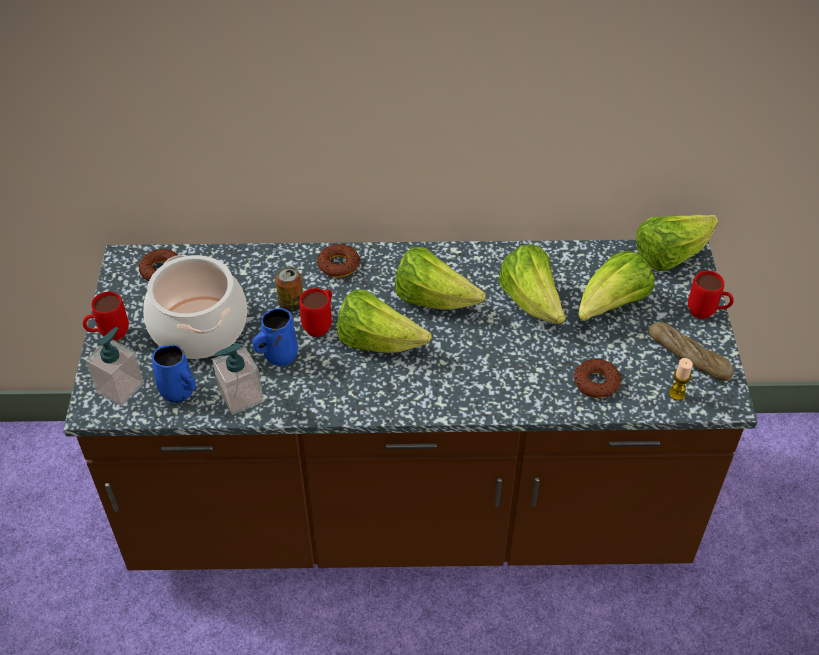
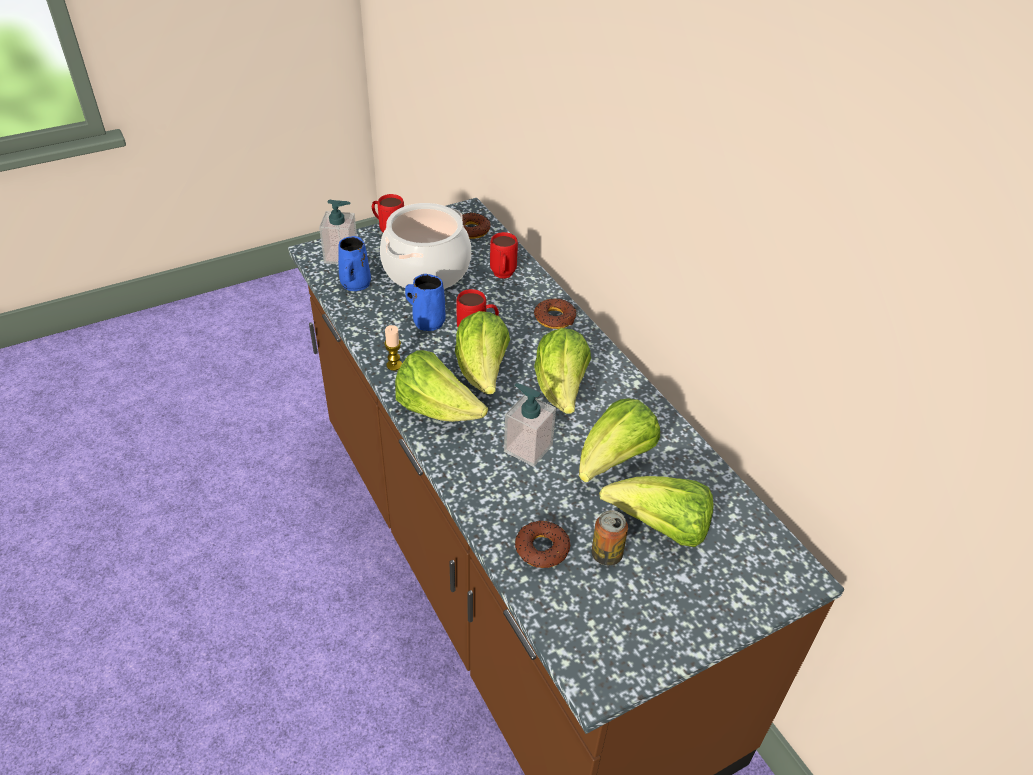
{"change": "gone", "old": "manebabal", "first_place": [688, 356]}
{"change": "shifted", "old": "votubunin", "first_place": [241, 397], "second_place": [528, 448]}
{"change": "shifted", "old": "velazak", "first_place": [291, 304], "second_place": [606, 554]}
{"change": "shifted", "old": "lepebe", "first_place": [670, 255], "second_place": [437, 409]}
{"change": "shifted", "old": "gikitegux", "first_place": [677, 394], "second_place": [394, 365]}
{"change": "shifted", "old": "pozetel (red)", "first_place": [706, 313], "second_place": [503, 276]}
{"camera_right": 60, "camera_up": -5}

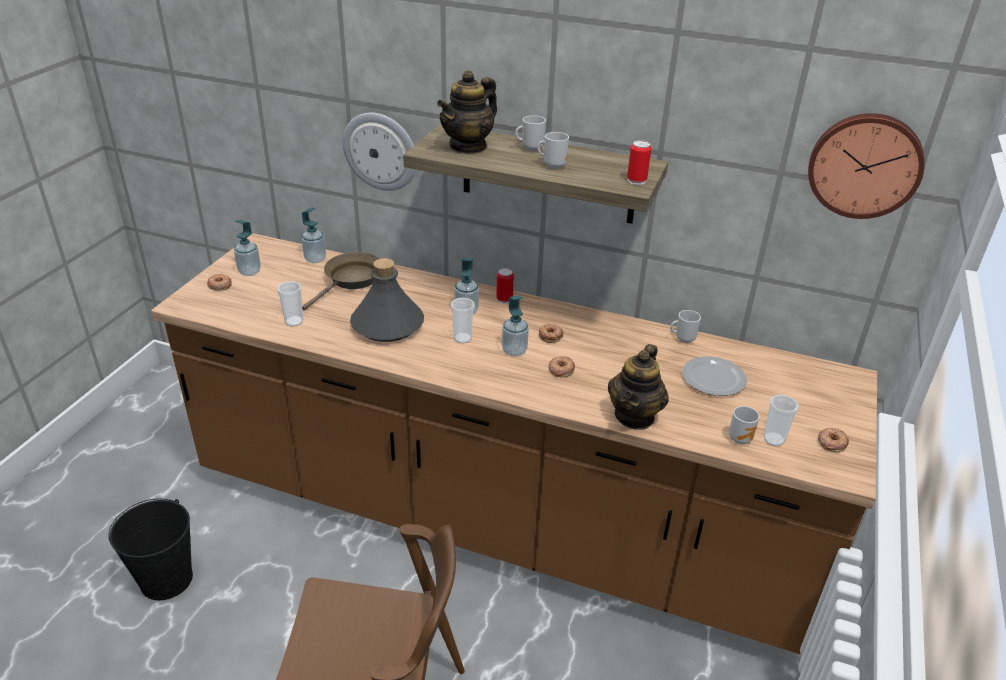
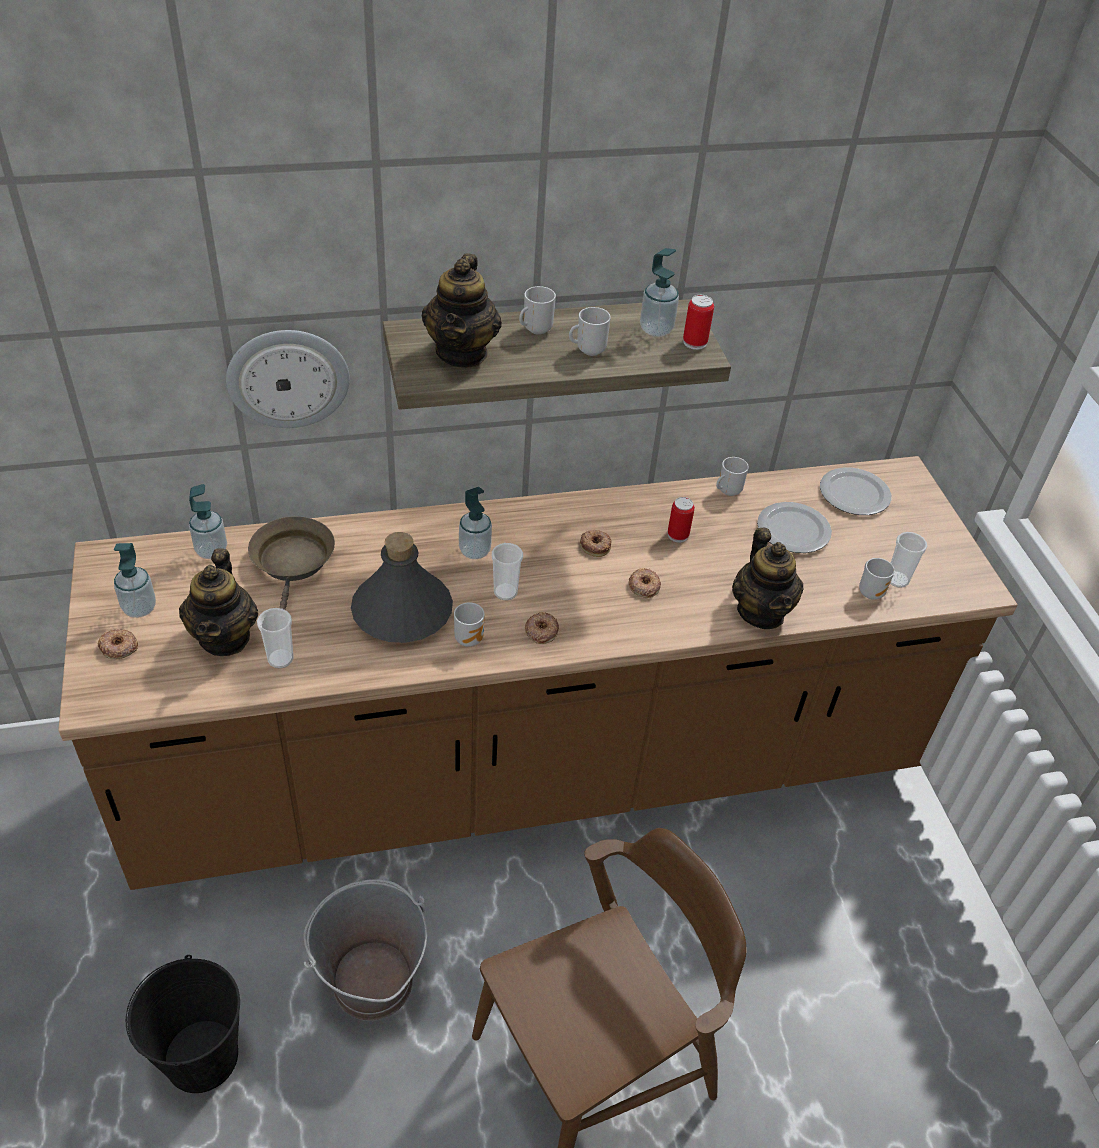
{"change": "gone", "old": "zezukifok", "first_place": [865, 165]}
{"change": "new", "new": "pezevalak", "second_place": [225, 637]}
{"change": "new", "new": "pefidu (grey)", "second_place": [371, 982]}
{"change": "new", "new": "pozetel", "second_place": [470, 638]}
{"change": "new", "new": "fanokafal", "second_place": [855, 493]}
{"change": "shifted", "old": "velazak", "first_place": [504, 299], "second_place": [678, 535]}
{"change": "shifted", "old": "votubunin", "first_place": [514, 351], "second_place": [656, 329]}
{"change": "shifted", "old": "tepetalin", "first_place": [832, 442], "second_place": [541, 631]}
{"camera_right": -35, "camera_up": 10}

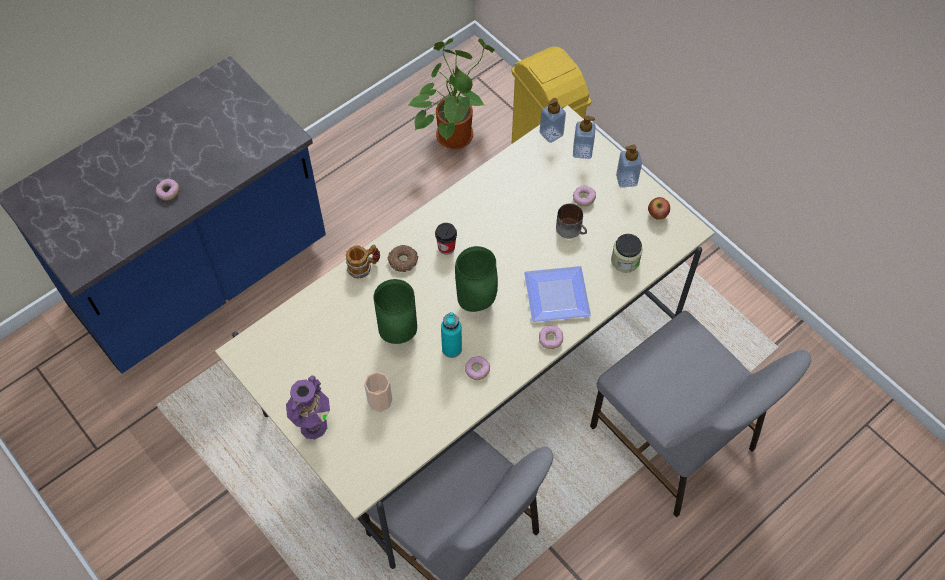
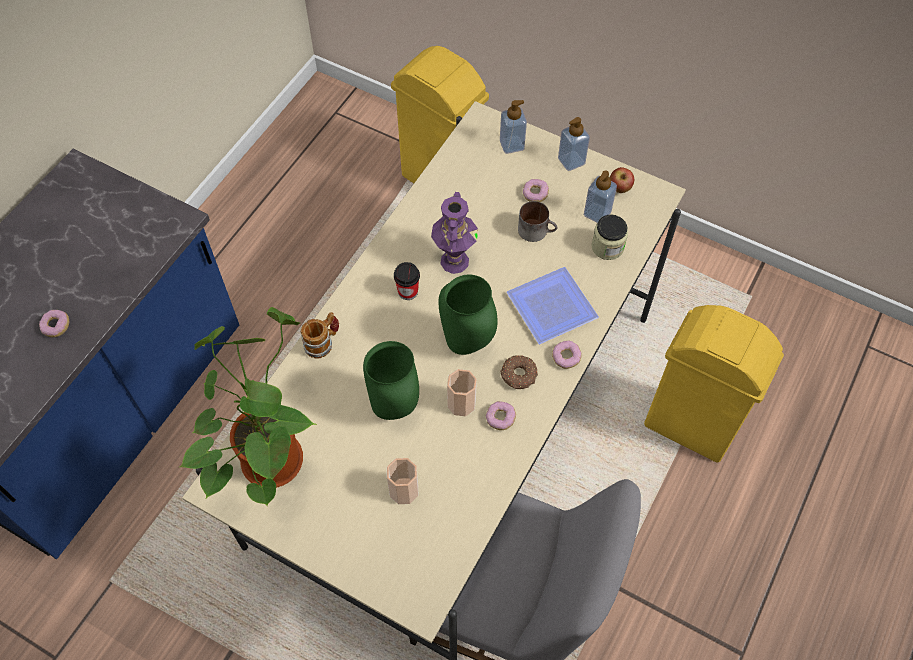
{"change": "shifted", "old": "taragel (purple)", "first_place": [313, 425], "second_place": [454, 261]}
{"change": "shifted", "old": "tepetalin", "first_place": [402, 261], "second_place": [518, 375]}
{"change": "shifted", "old": "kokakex", "first_place": [453, 133], "second_place": [268, 455]}
{"change": "shifted", "old": "votubunin", "first_place": [551, 134], "second_place": [597, 213]}
{"change": "swapped", "old": "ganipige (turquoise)", "new": "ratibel", "first_place": [451, 349], "second_place": [461, 403]}
{"change": "swapped", "old": "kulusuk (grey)", "new": "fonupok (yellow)", "first_place": [673, 441], "second_place": [691, 426]}
{"camera_right": -20, "camera_up": 0}

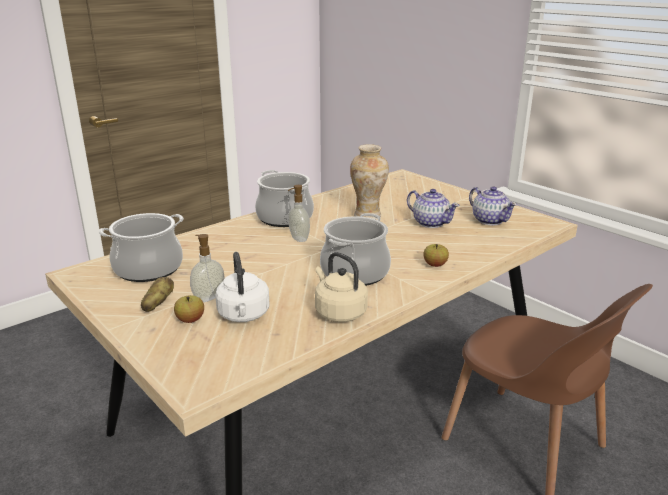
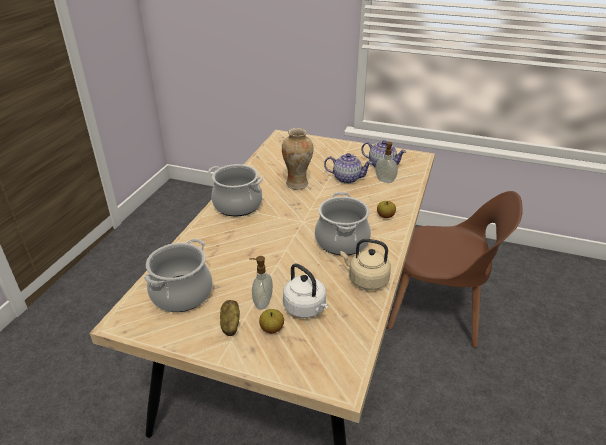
{"change": "shifted", "old": "votubunin", "first_place": [298, 239], "second_place": [385, 181]}
{"camera_right": -30, "camera_up": 10}

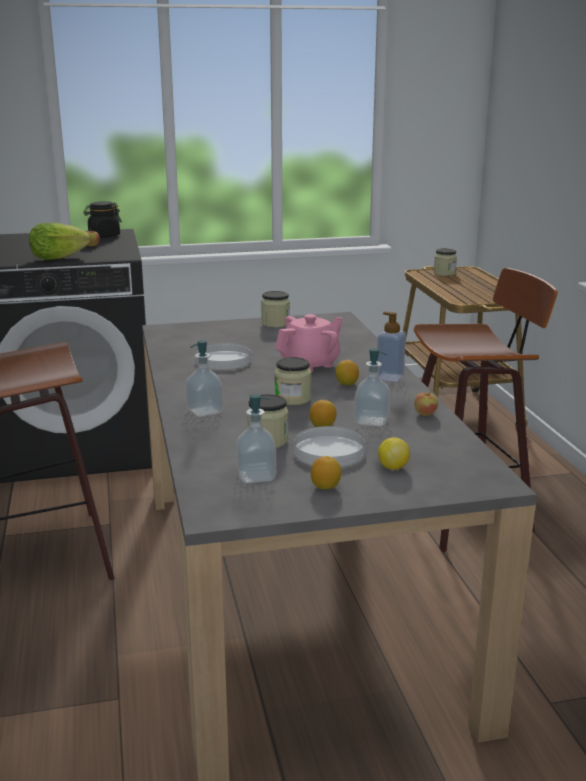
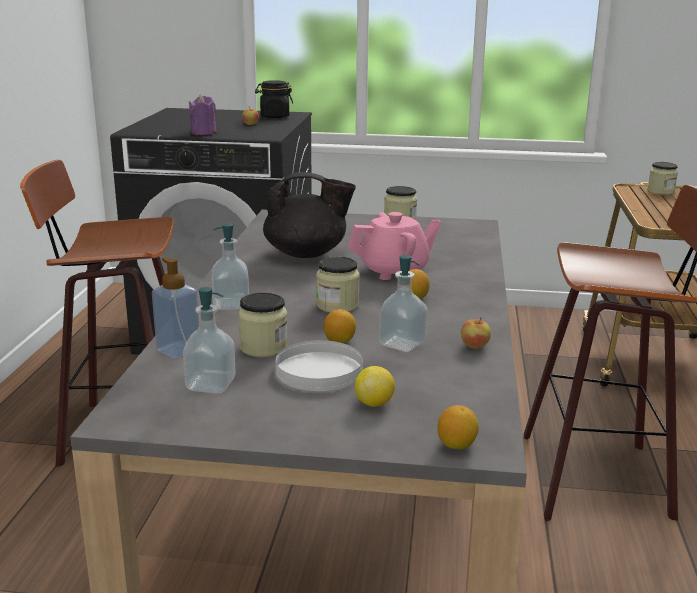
{"change": "shifted", "old": "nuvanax", "first_place": [325, 487], "second_place": [456, 445]}
{"change": "shifted", "old": "votubunin", "first_place": [389, 377], "second_place": [178, 350]}
{"change": "swapped", "old": "lepebe", "new": "gikitegux (purple)", "first_place": [57, 258], "second_place": [203, 133]}
{"change": "swapped", "old": "fanokafal (white)", "new": "pezevalak (black)", "first_place": [224, 360], "second_place": [307, 254]}
{"camera_right": 20, "camera_up": 0}

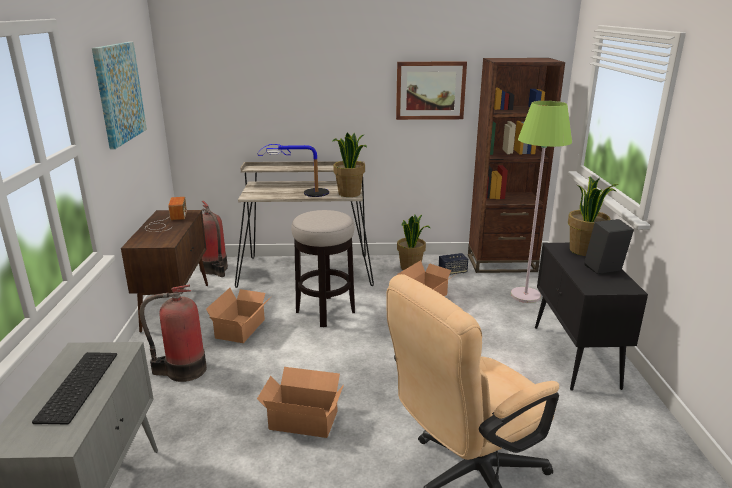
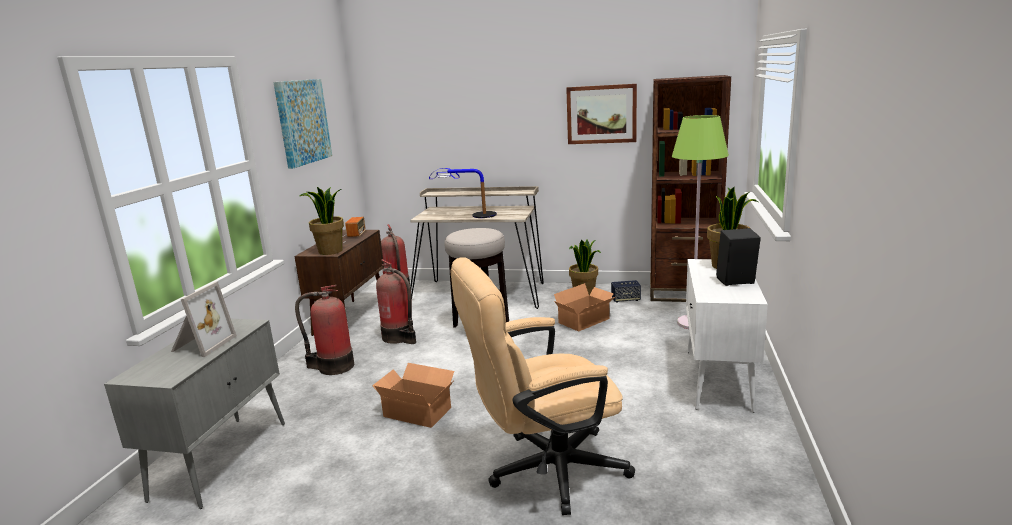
{"change": "shifted", "old": "kokakex", "first_place": [349, 194], "second_place": [330, 251]}
{"change": "swapped", "old": "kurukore", "new": "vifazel", "first_place": [77, 385], "second_place": [201, 345]}
{"change": "swapped", "old": "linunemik", "new": "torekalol", "first_place": [243, 328], "second_place": [399, 337]}
{"change": "repainted", "old": "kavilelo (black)", "new": "kavilelo (white)", "first_place": [575, 356], "second_place": [718, 380]}
{"camera_right": 15, "camera_up": -5}

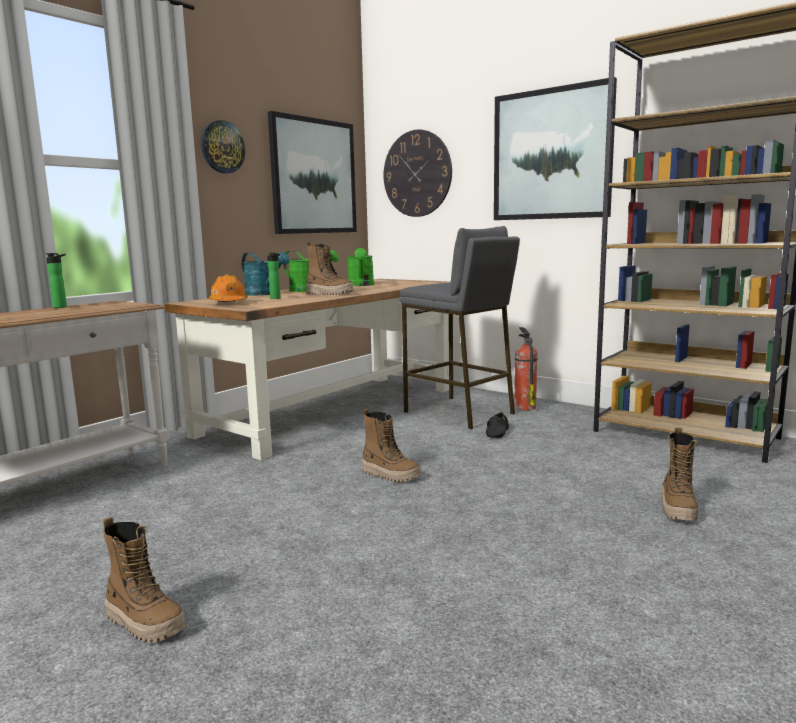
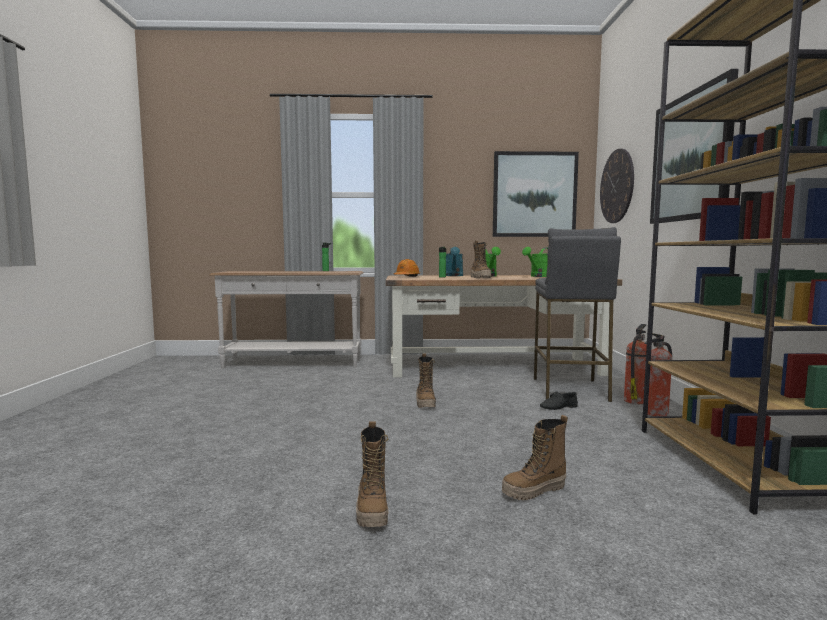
{"change": "gone", "old": "zezukifok", "first_place": [222, 147]}
{"change": "new", "new": "torekalol", "second_place": [654, 414]}
{"change": "shifted", "old": "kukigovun", "first_place": [145, 623], "second_place": [372, 511]}
{"camera_right": 50, "camera_up": -5}

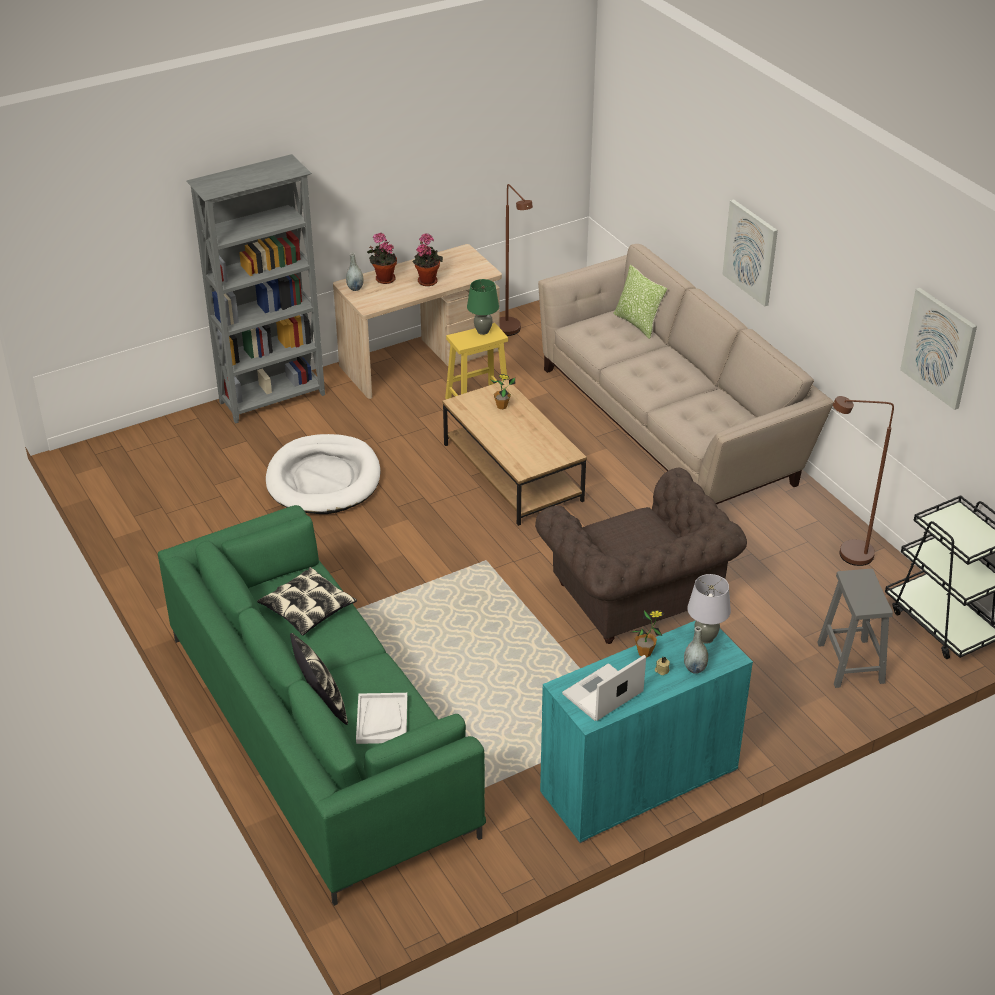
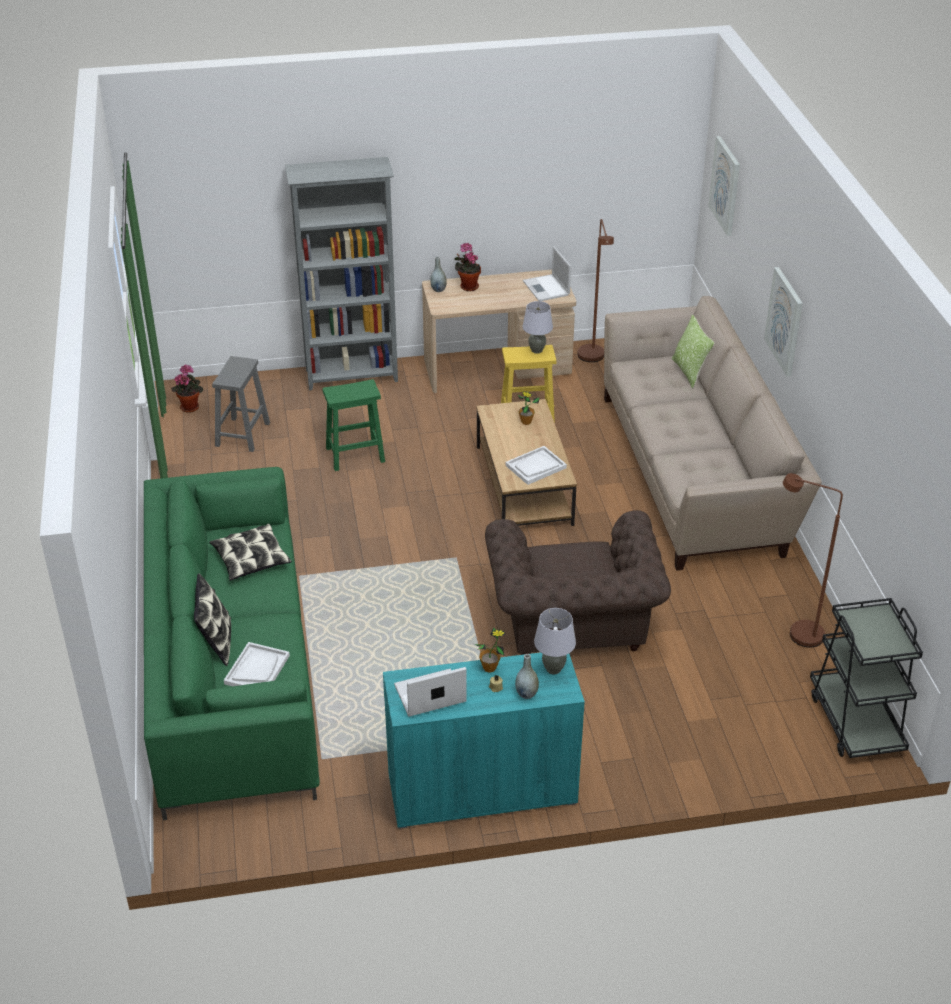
{"change": "new", "new": "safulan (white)", "second_place": [535, 467]}
{"change": "new", "new": "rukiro", "second_place": [546, 288]}
{"change": "shifted", "old": "kokakex", "first_place": [427, 280], "second_place": [190, 406]}
{"change": "shifted", "old": "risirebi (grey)", "first_place": [850, 662], "second_place": [243, 434]}
{"change": "shifted", "old": "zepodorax", "first_place": [939, 348], "second_place": [725, 185]}
{"change": "swapped", "old": "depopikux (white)", "new": "risirebi (green)", "first_place": [323, 479], "second_place": [356, 454]}
{"change": "repainted", "old": "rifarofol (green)", "new": "rifarofol (grey)", "first_place": [483, 331], "second_place": [536, 350]}
{"camera_right": 20, "camera_up": 0}

